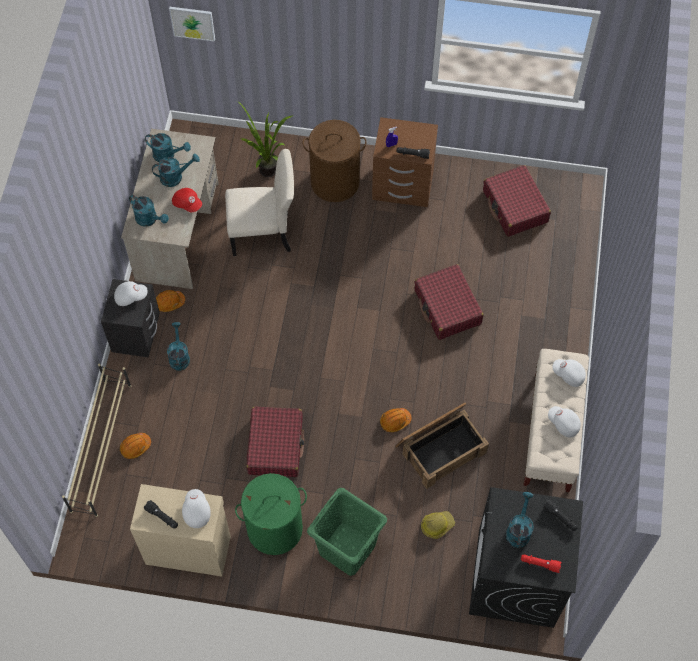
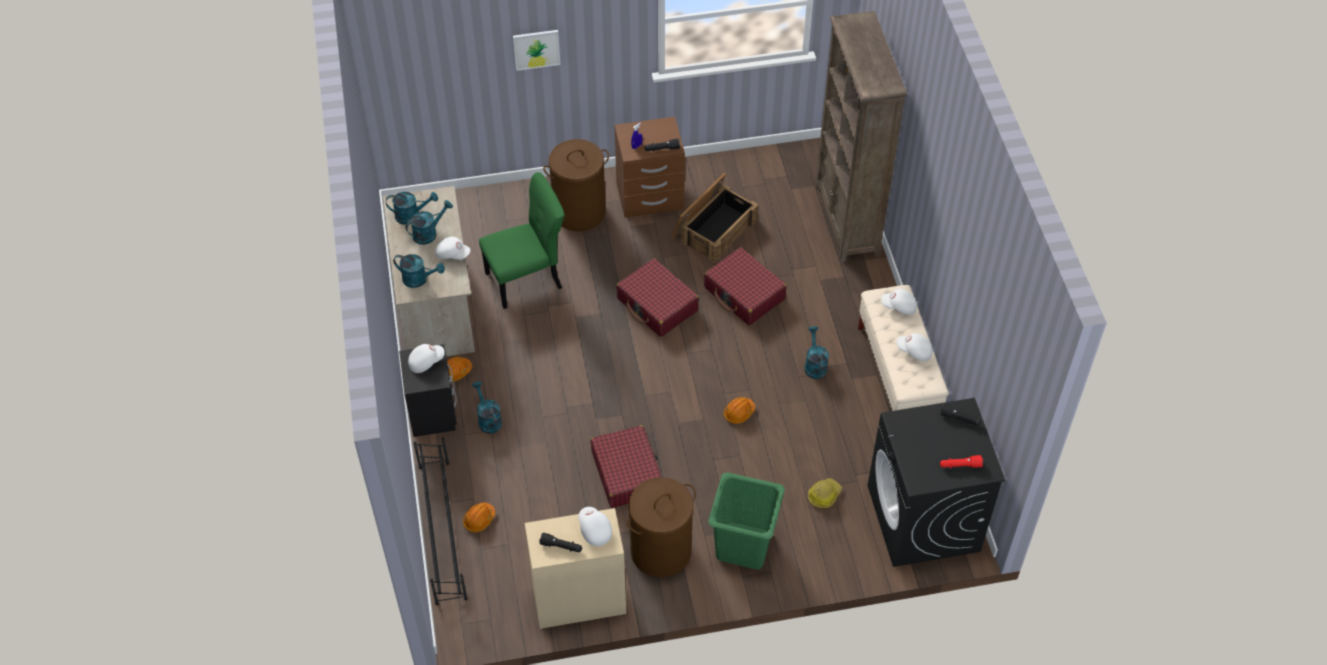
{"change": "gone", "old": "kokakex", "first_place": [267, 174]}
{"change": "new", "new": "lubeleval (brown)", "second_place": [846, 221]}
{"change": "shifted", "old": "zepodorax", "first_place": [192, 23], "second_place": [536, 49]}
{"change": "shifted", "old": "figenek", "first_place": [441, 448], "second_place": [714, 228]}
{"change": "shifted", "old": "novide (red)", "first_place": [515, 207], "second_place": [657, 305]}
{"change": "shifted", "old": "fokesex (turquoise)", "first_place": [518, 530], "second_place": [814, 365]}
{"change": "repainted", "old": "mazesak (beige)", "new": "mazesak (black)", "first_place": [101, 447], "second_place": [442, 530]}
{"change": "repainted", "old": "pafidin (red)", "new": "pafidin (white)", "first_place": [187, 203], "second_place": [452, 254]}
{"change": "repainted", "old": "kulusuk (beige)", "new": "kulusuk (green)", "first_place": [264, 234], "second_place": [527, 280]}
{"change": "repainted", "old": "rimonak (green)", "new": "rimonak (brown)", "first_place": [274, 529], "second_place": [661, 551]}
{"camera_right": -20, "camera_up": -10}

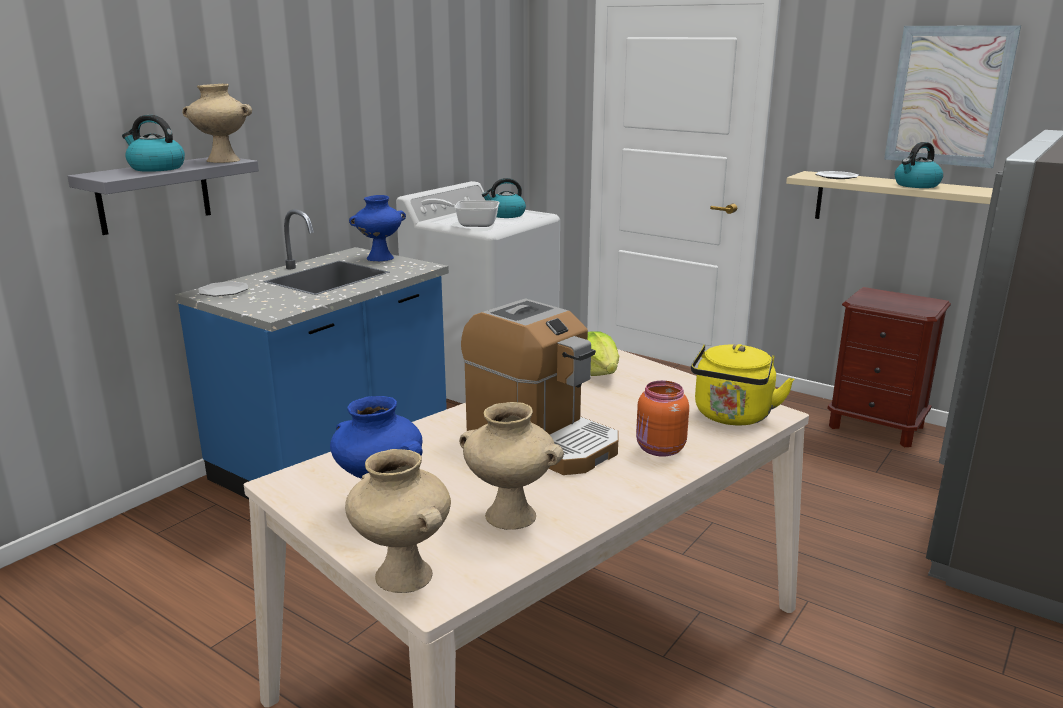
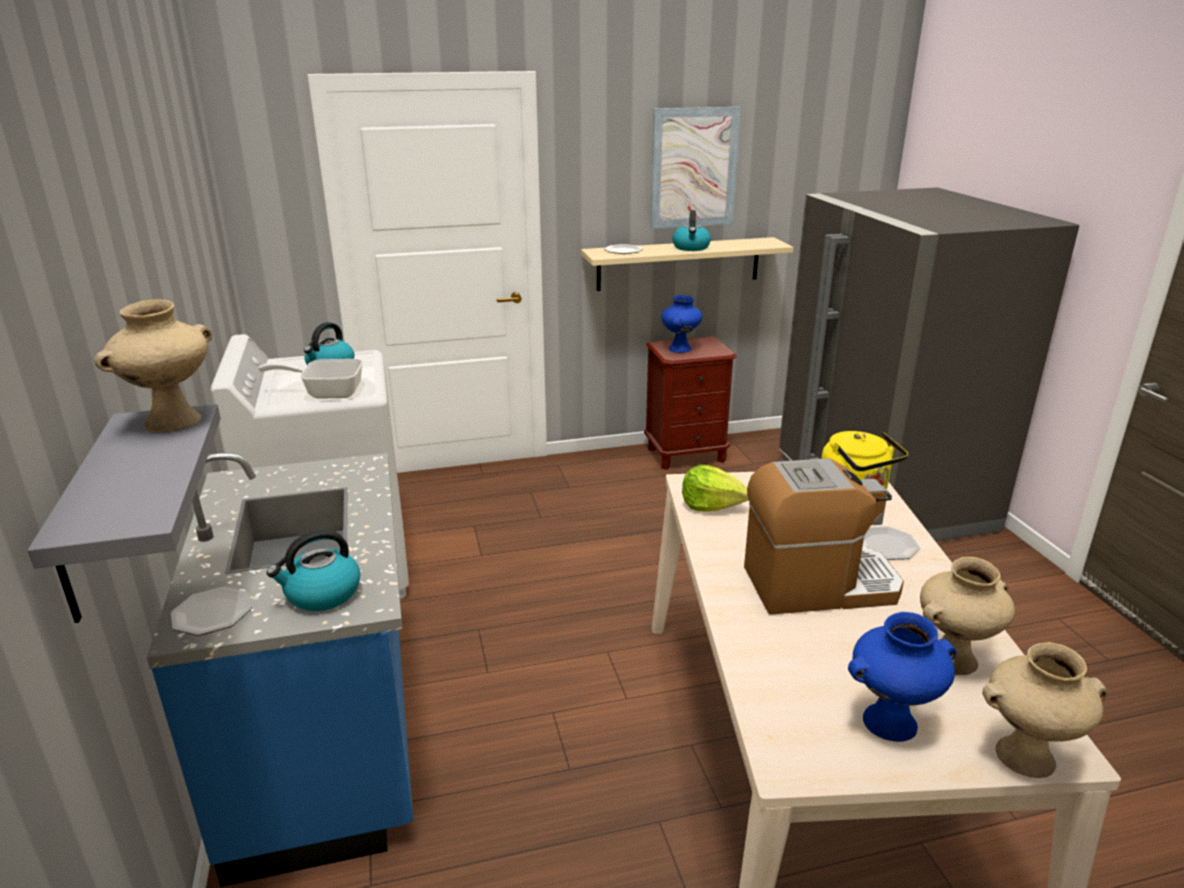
{"change": "shifted", "old": "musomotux", "first_place": [156, 168], "second_place": [322, 594]}
{"change": "shifted", "old": "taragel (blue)", "first_place": [379, 258], "second_place": [680, 349]}
{"change": "swapped", "old": "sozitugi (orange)", "new": "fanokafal", "first_place": [659, 449], "second_place": [886, 545]}
{"change": "rotated", "old": "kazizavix", "first_place": [470, 224], "second_place": [326, 392], "degrees": 45}
{"camera_right": -50, "camera_up": 5}

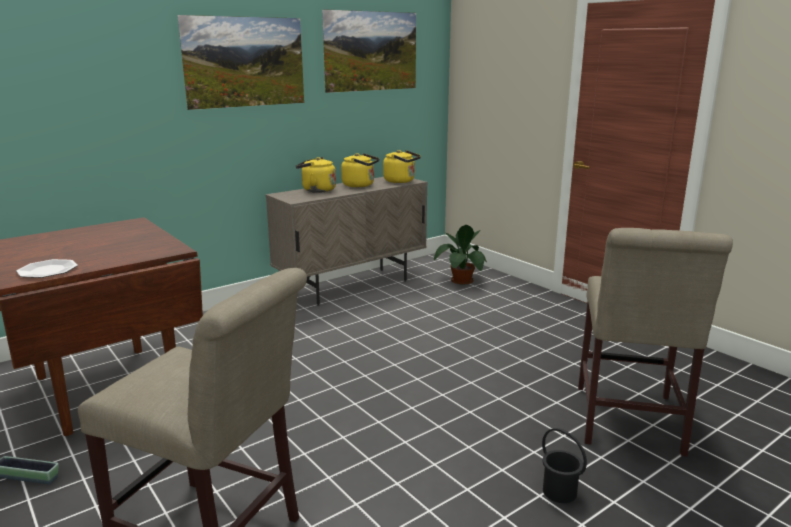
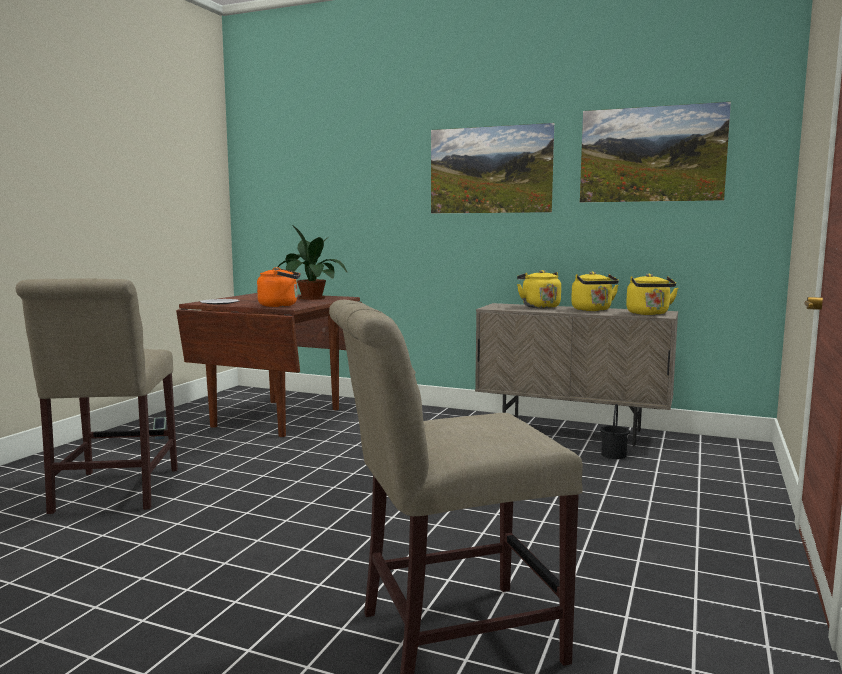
{"change": "new", "new": "musomotux (orange)", "second_place": [281, 305]}
{"change": "shifted", "old": "kokakex", "first_place": [461, 281], "second_place": [309, 298]}
{"change": "shifted", "old": "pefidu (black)", "first_place": [559, 491], "second_place": [614, 455]}
{"camera_right": 60, "camera_up": -10}

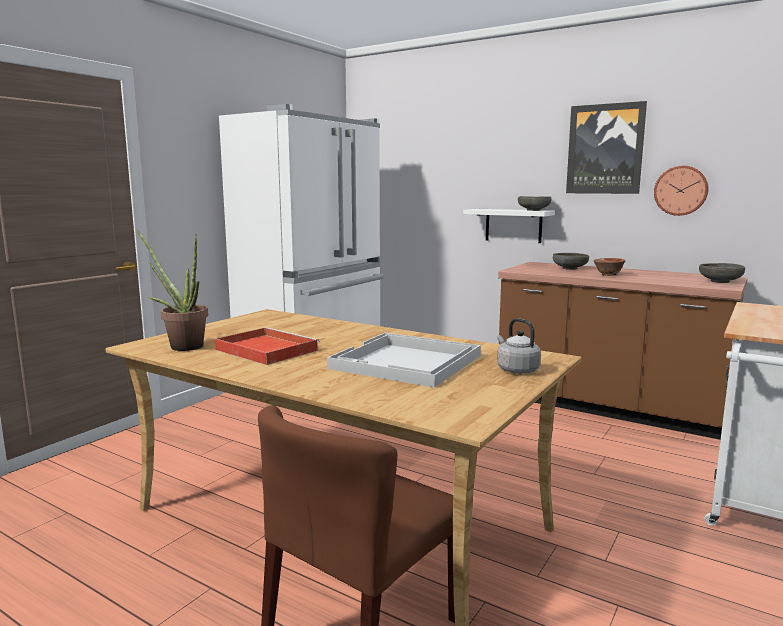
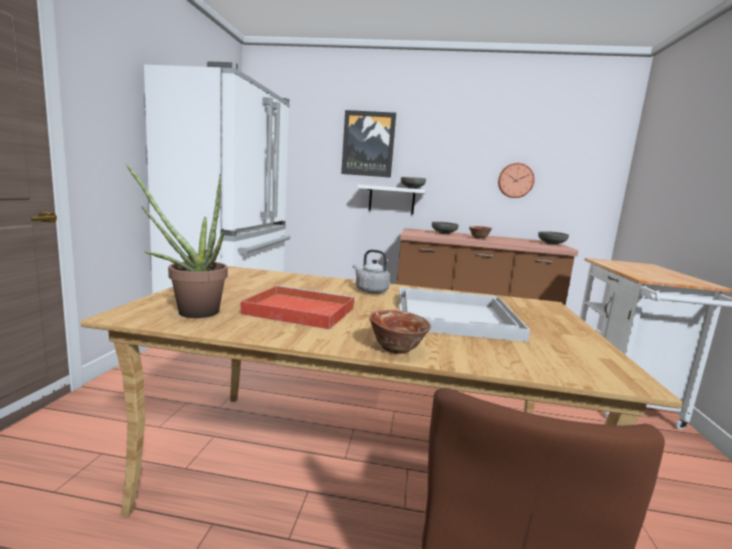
{"change": "new", "new": "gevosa", "second_place": [397, 349]}
{"change": "shifted", "old": "musomotux (grey)", "first_place": [516, 369], "second_place": [370, 290]}
{"change": "shifted", "old": "zepodorax", "first_place": [605, 149], "second_place": [368, 144]}
{"camera_right": -25, "camera_up": 0}

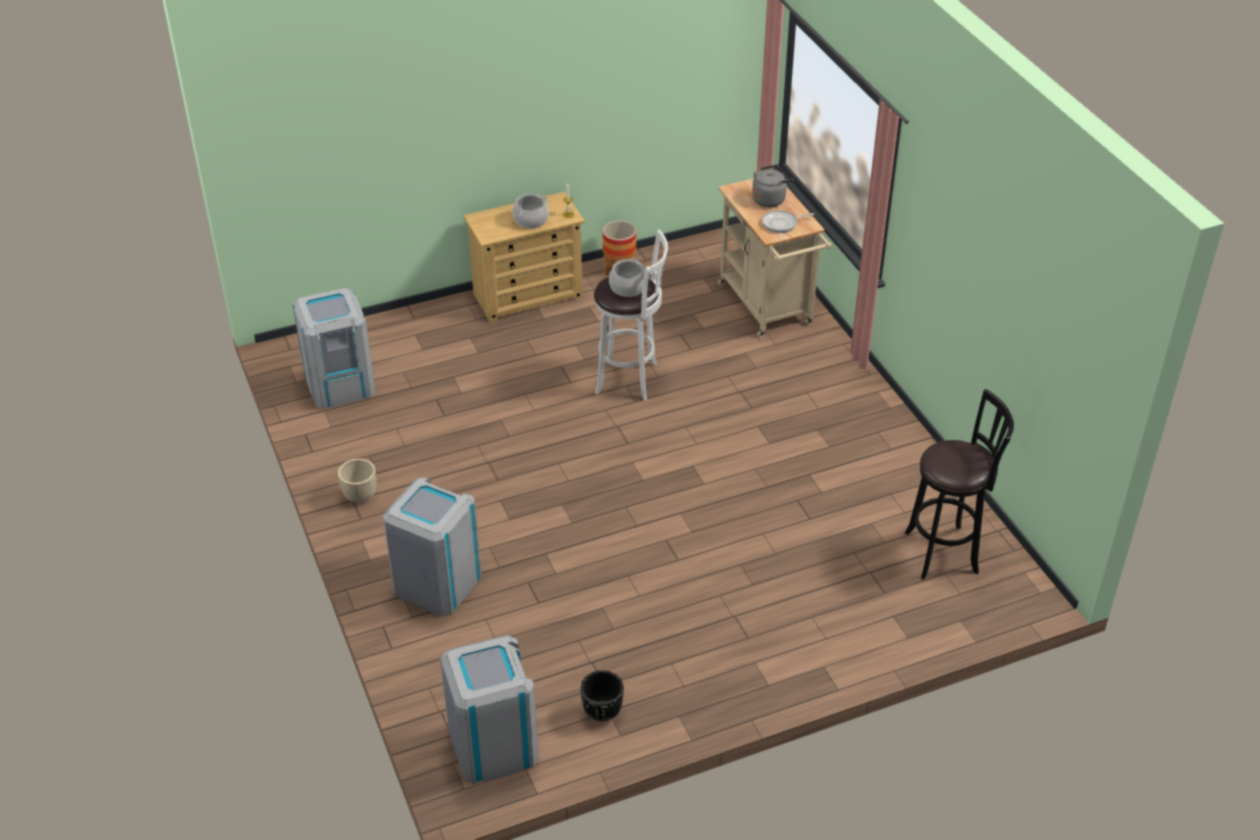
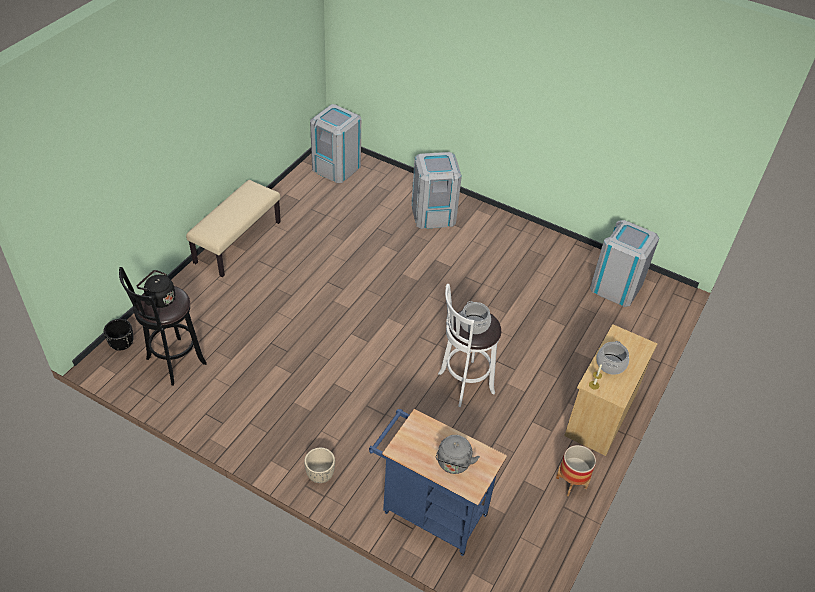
{"change": "gone", "old": "kazizavix", "first_place": [782, 224]}
{"change": "new", "new": "musomotux (black)", "second_place": [159, 299]}
{"change": "new", "new": "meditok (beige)", "second_place": [237, 242]}
{"change": "shifted", "old": "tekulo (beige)", "first_place": [360, 496], "second_place": [320, 475]}
{"change": "shifted", "old": "tekulo (black)", "first_place": [602, 712], "second_place": [122, 345]}
{"change": "repainted", "old": "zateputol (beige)", "new": "zateputol (blue)", "first_place": [768, 308], "second_place": [429, 511]}
{"camera_right": 140, "camera_up": 5}

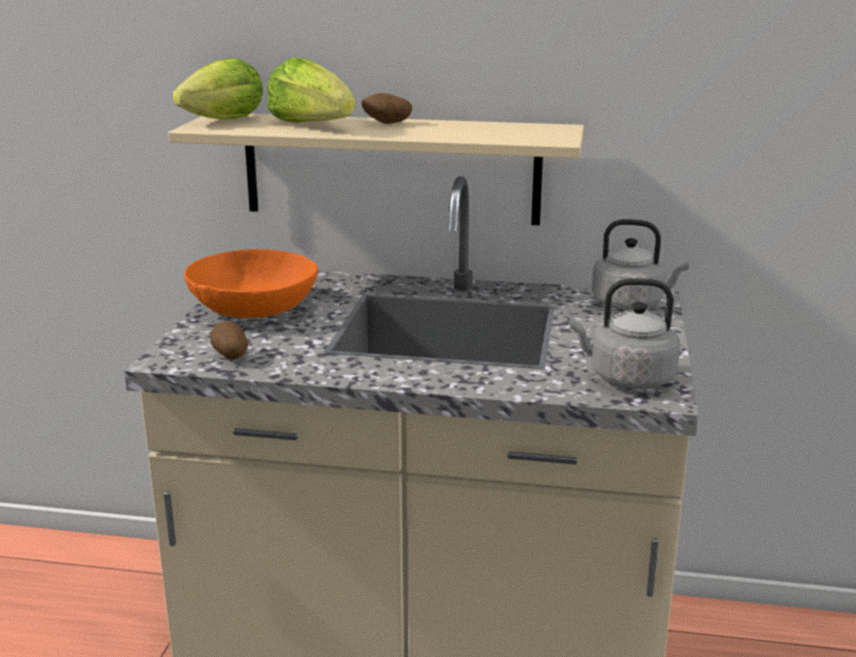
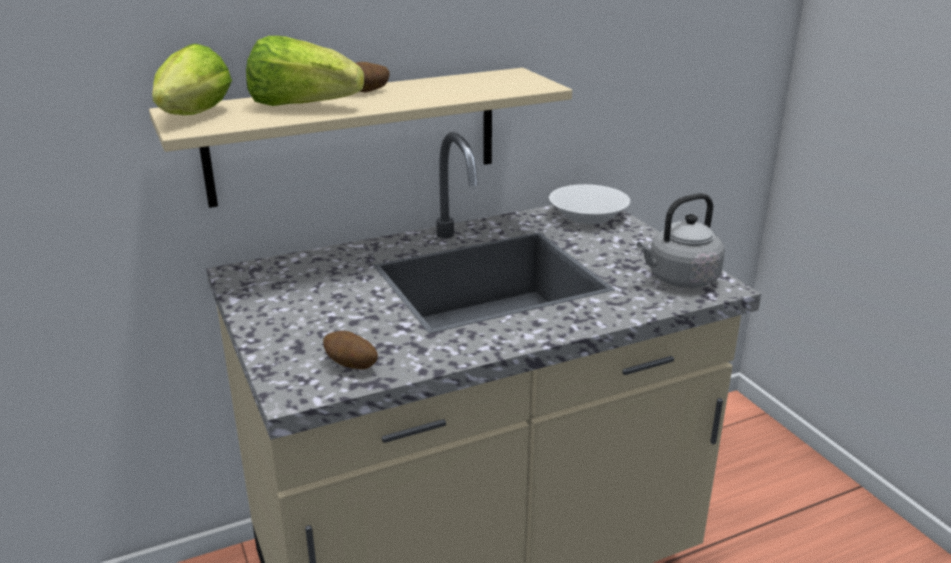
{"change": "gone", "old": "gevosa (orange)", "first_place": [254, 309]}
{"change": "swapped", "old": "musomotux (grey)", "new": "gevosa (white)", "first_place": [631, 304], "second_place": [588, 215]}
{"camera_right": -35, "camera_up": 5}

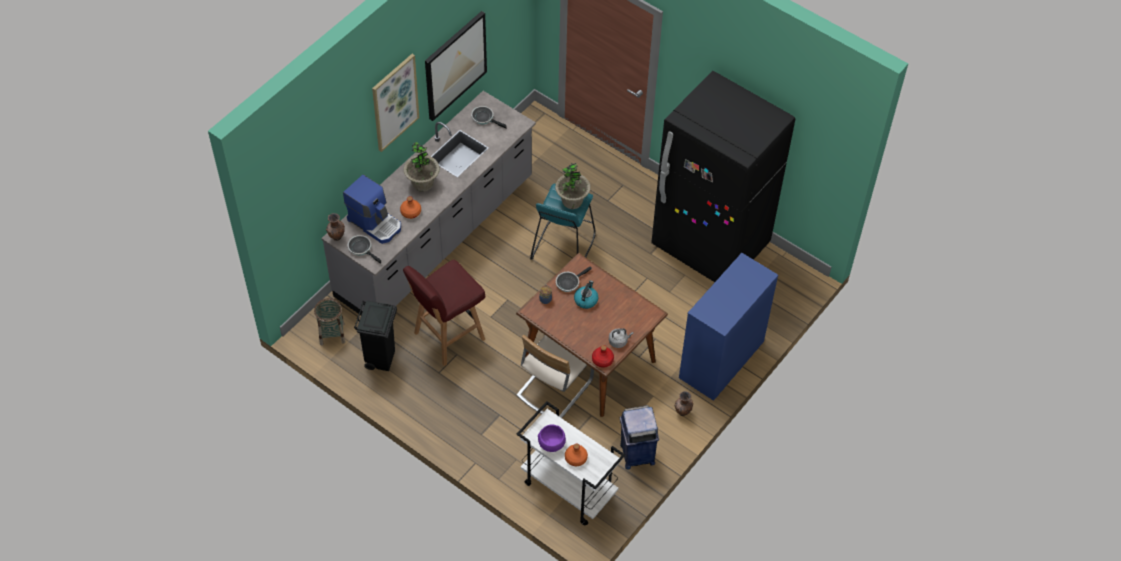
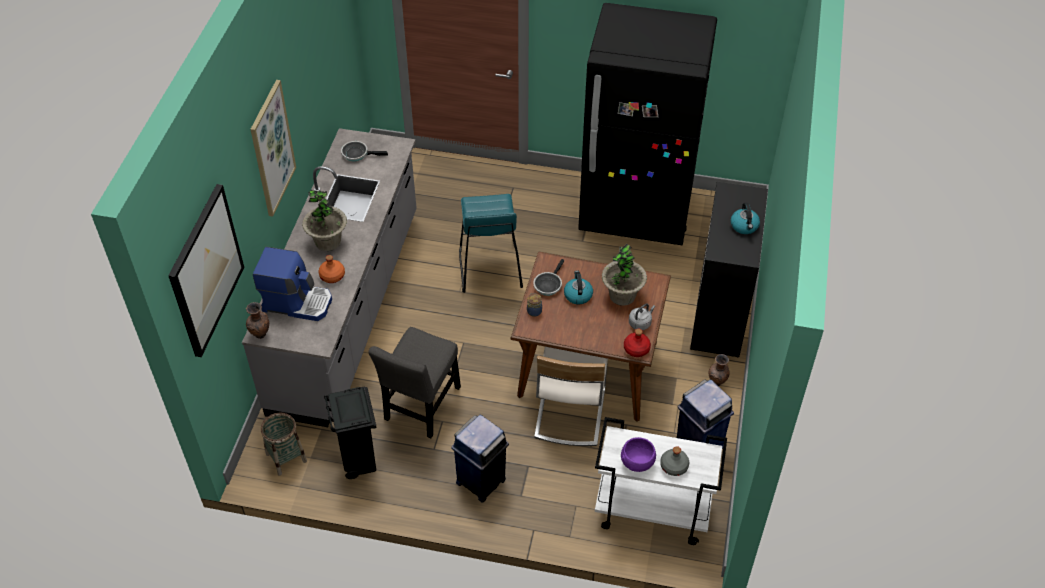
{"change": "gone", "old": "kazizavix", "first_place": [361, 249]}
{"change": "new", "new": "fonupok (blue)", "second_place": [481, 480]}
{"change": "new", "new": "musomotux", "second_place": [744, 226]}
{"change": "shifted", "old": "zepodorax", "first_place": [455, 65], "second_place": [205, 270]}
{"change": "shifted", "old": "kokakex", "first_place": [572, 201], "second_place": [622, 295]}
{"change": "swapped", "old": "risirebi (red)", "new": "kulusuk (grey)", "first_place": [447, 337], "second_place": [421, 407]}
{"change": "repainted", "old": "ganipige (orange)", "new": "ganipige (grey)", "first_place": [575, 458], "second_place": [674, 466]}
{"change": "repainted", "old": "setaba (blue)", "new": "setaba (black)", "first_place": [721, 360], "second_place": [719, 314]}
{"camera_right": -25, "camera_up": -5}

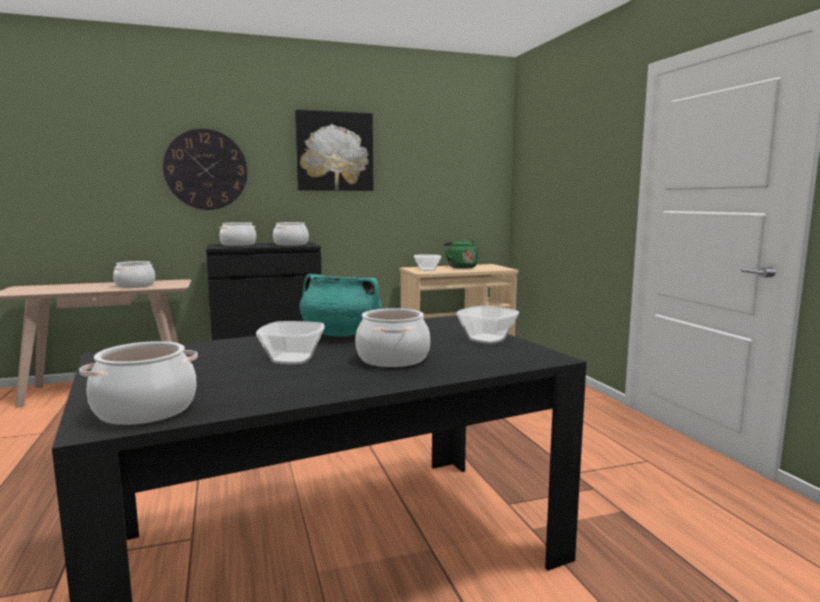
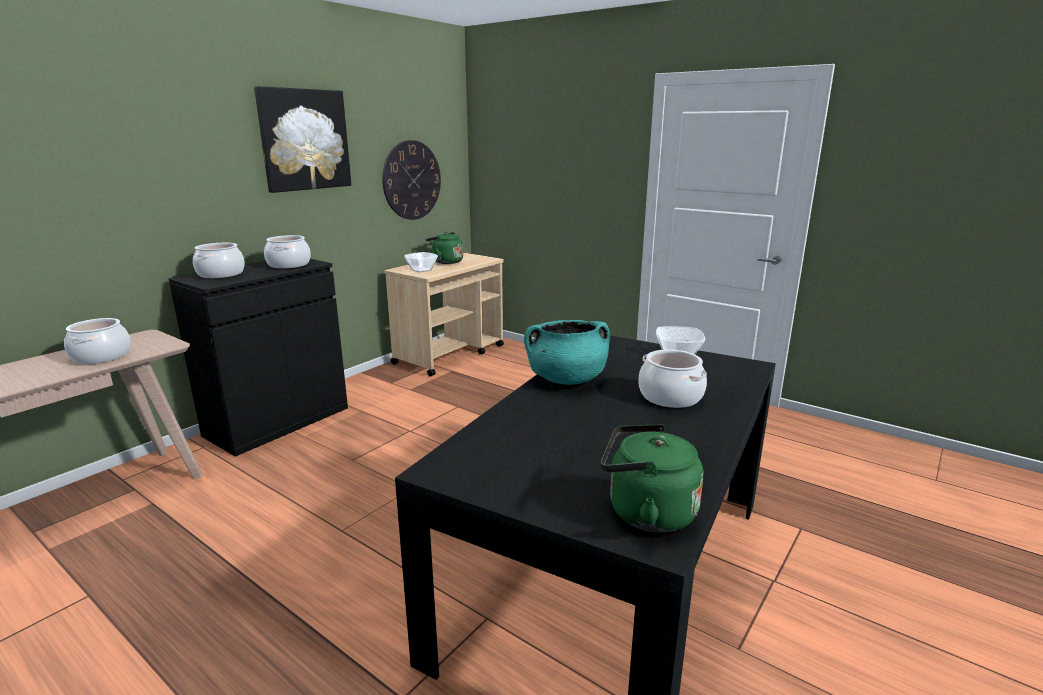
{"change": "gone", "old": "gevosa", "first_place": [291, 359]}
{"change": "shifted", "old": "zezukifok", "first_place": [206, 169], "second_place": [412, 180]}
{"change": "swapped", "old": "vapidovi", "new": "musomotux (green)", "first_place": [146, 410], "second_place": [645, 512]}
{"camera_right": -35, "camera_up": 10}

